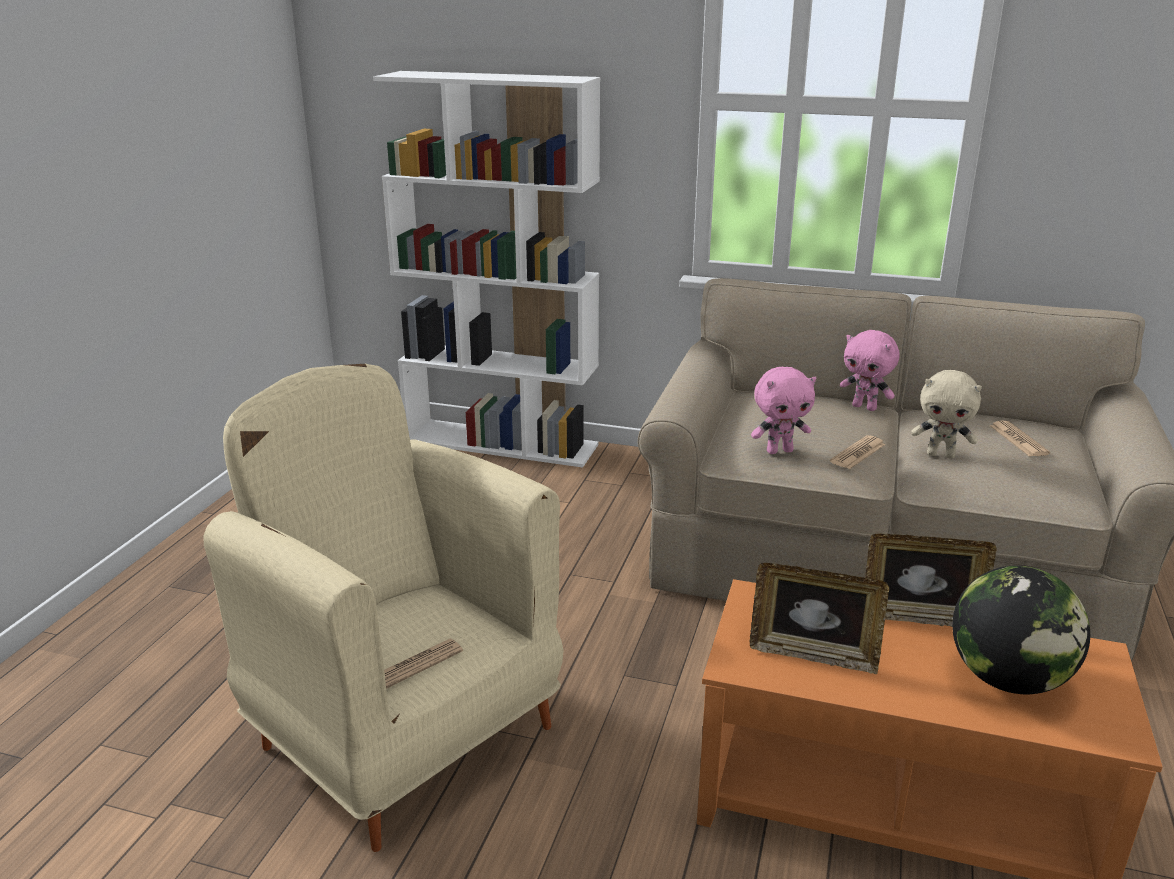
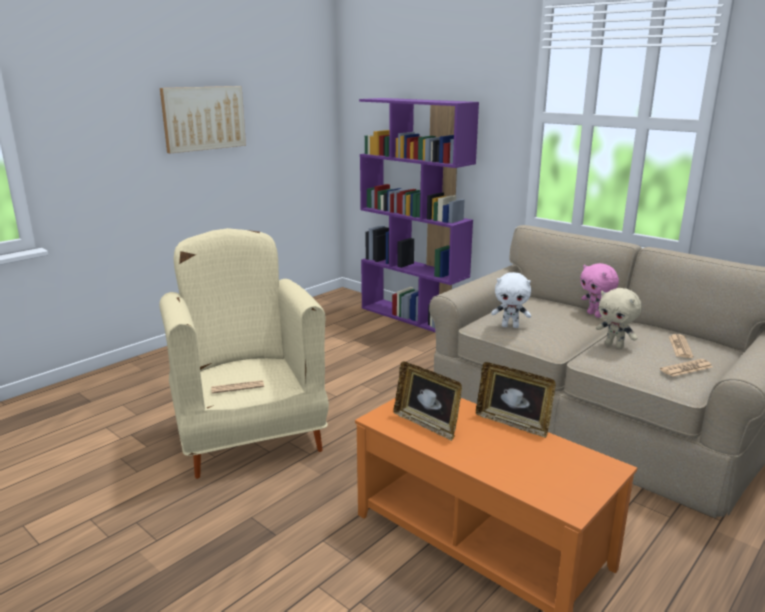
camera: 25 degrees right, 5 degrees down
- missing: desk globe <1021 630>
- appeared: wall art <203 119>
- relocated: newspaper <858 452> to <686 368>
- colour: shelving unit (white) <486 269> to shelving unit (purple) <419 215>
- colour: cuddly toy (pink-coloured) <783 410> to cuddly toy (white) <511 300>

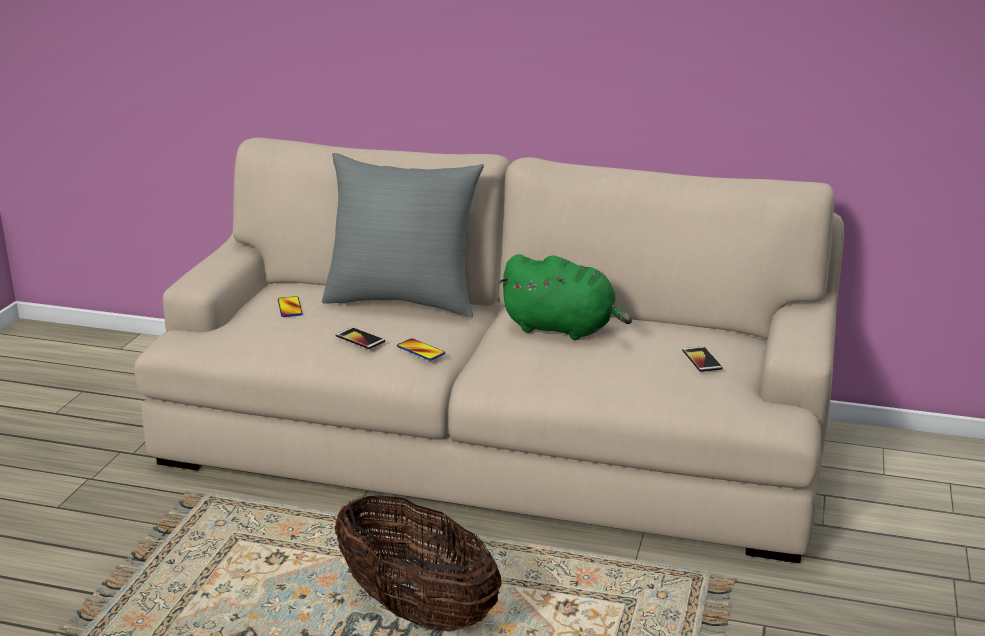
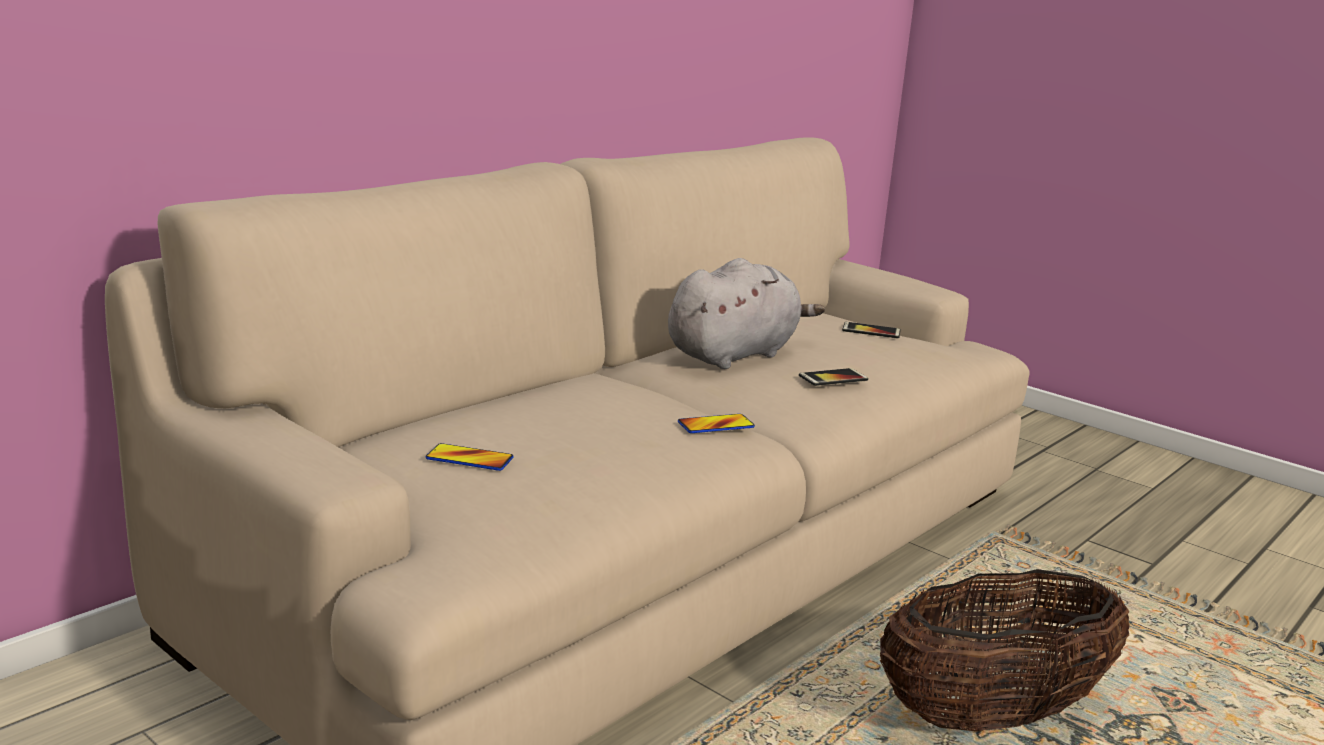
camera: 65 degrees left, 5 degrees down
- missing: cushion (greyish) <403 235>
- relocated: telephone <360 338> to <833 377>
- colour: cuddly toy (greenish) <565 297> to cuddly toy (greyish) <746 313>

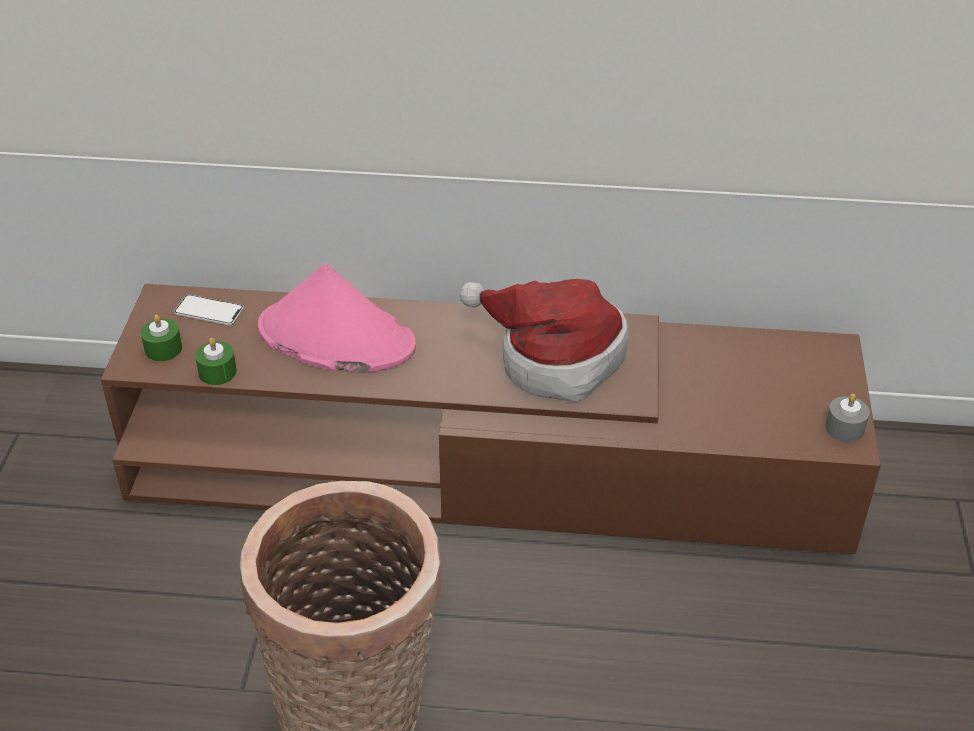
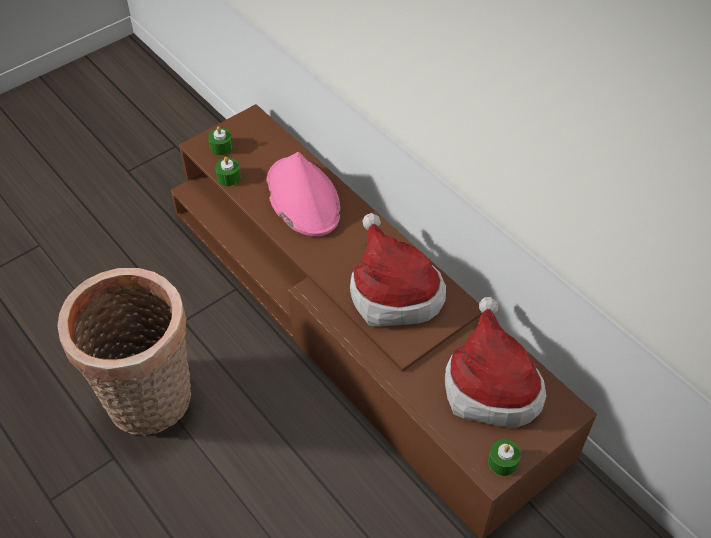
camera: 45 degrees right, 10 degrees up
- missing: telephone <209 310>
- appeared: clothing hat <495 362>
- colour: wax candle (greyish) <847 418> to wax candle (greenish) <504 457>

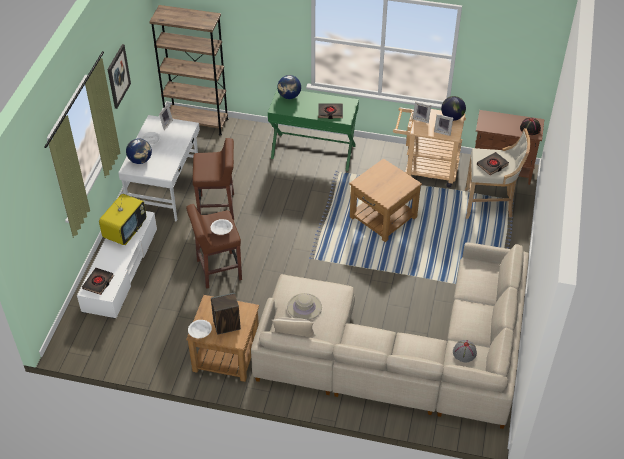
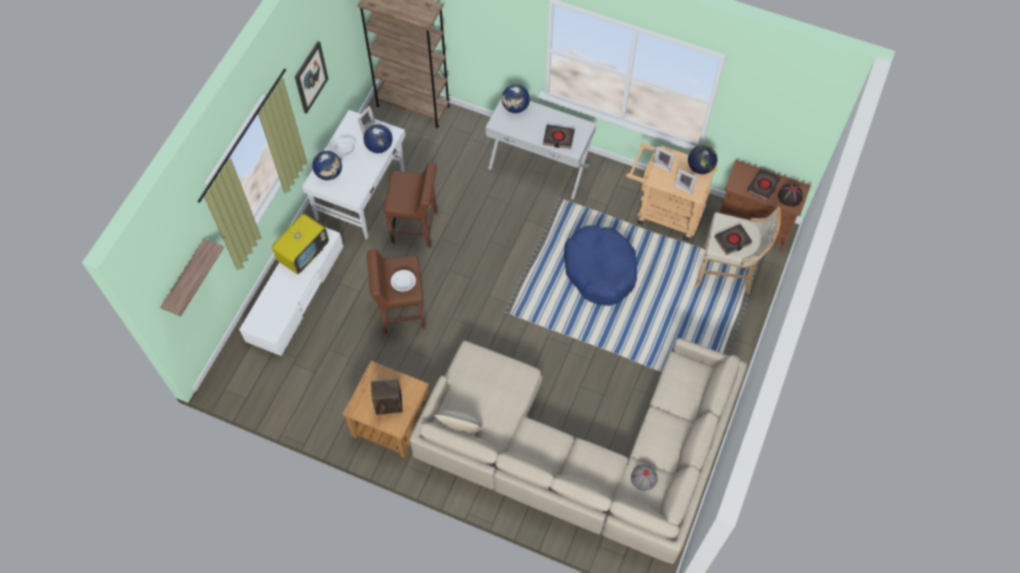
camera: 10 degrees right, 15 degrees up
- missing: serving bowl (white) <200 329>
- missing: clothing hat (beige-coloured) <304 306>
- appeared: shelf <192 277>
- appeared: desk globe <378 138>
- relocated: book (black-coloured) <98 281> to <764 185>
- exchanged: side table (brown) <385 200> to dog cushion (bluish) <600 265>
- colour: narrow table (greenish) <313 129> to narrow table (white) <541 148>

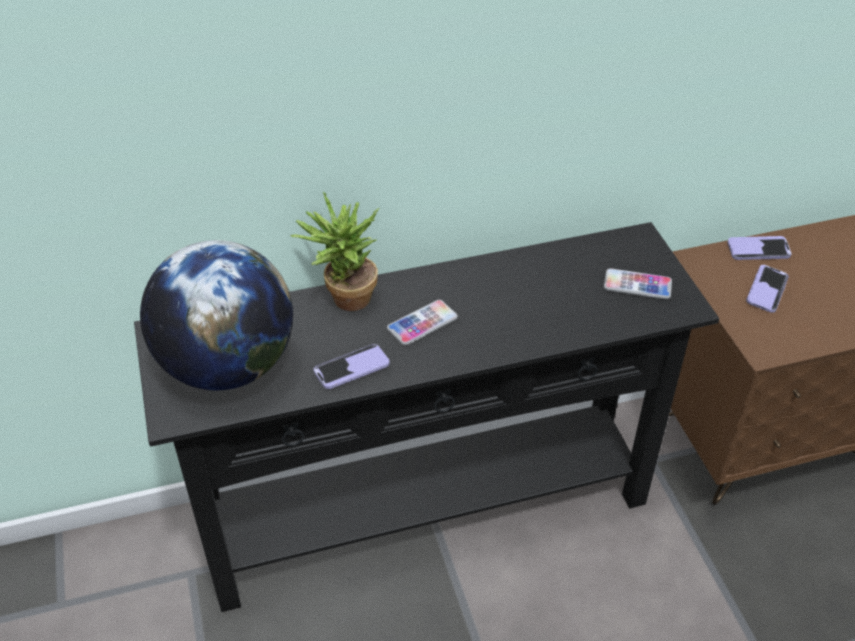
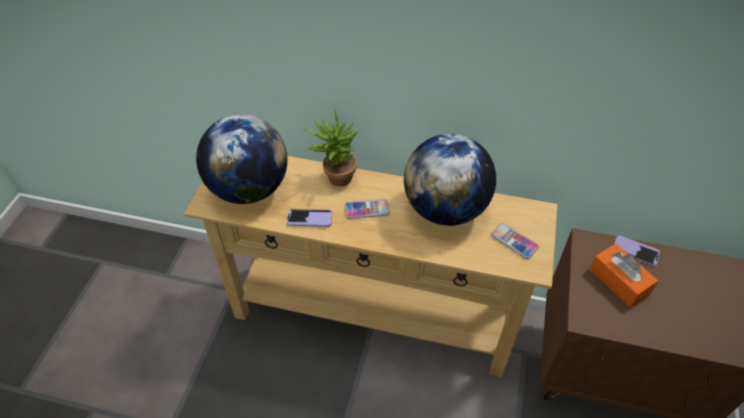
camera: 30 degrees right, 5 degrees up
- appeared: desk globe <450 180>
- exchanged: telephone <767 289> to tissue holder (orangey) <624 275>
- colour: narrow table (black-coloured) <426 417> to narrow table (beige-coloured) <371 266>

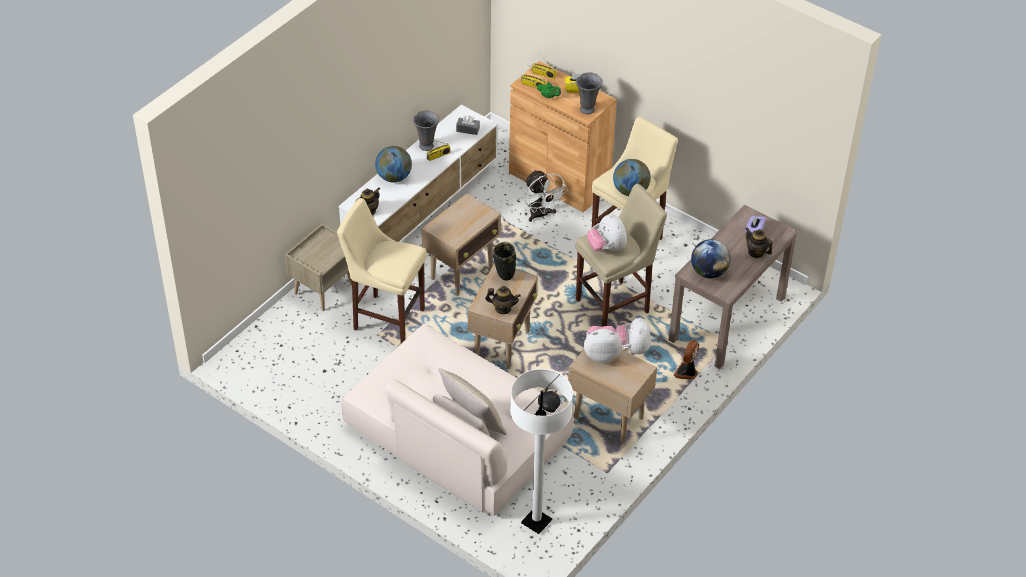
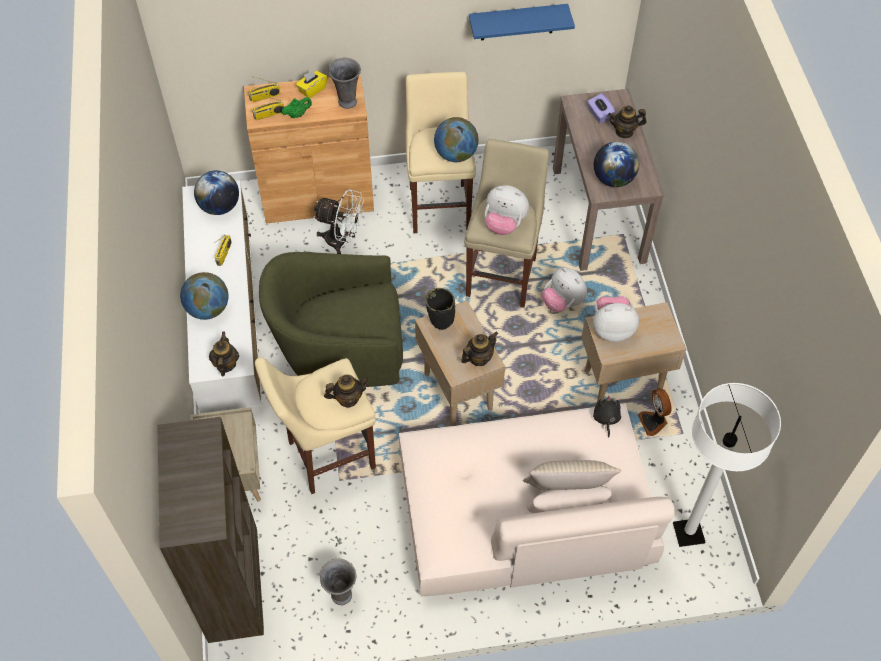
camera: 45 degrees left, 10 degrees up
- appeared: shelving unit (brown) <210 530>
- appeared: pot for tea <346 391>
- appeared: shelf (bluish) <522 22>
- relocated: vase (greyish) <426 130> to <338 582>
- relocated: cooling fan <686 359> to <655 412>
- exchanged: side table (beige-coloured) <461 244> to lounge chair (greenish) <331 319>
- exchanged: tissue holder (greyish) <468 125> to desk globe <216 193>
- spun: cuddly toy <603 344> = <616 319> 45 degrees clockwise

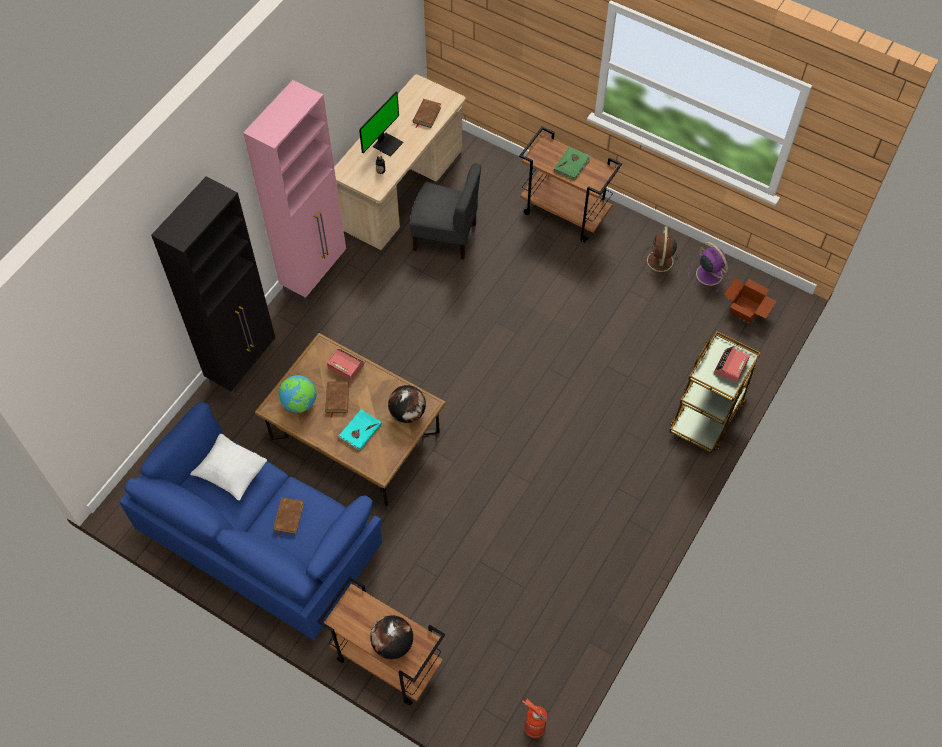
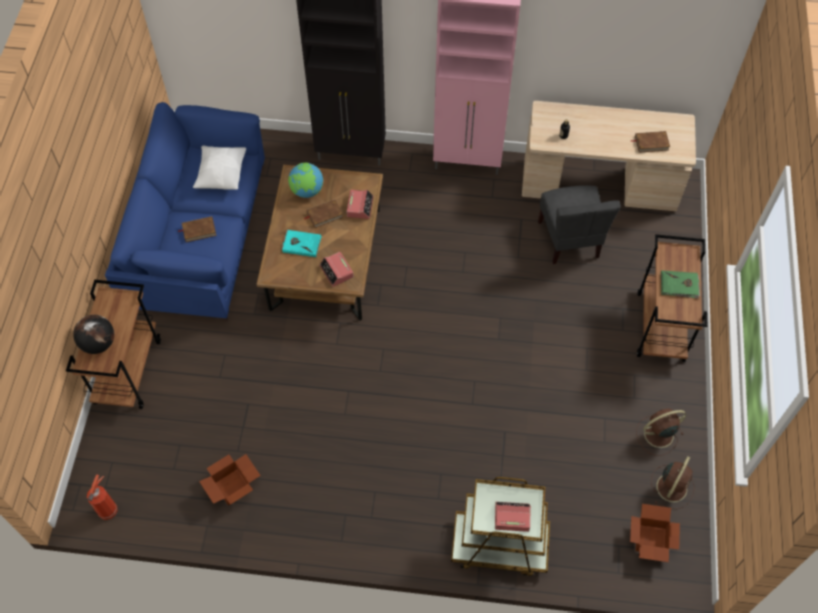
camera: 65 degrees right, 0 degrees up
- missing: monitor <381 124>
- appeared: carton <230 480>
- exchanged: desk globe <407 404> to bedside clock <336 269>
- colour: cooling fan (purple) <708 267> to cooling fan (brown) <673 482>

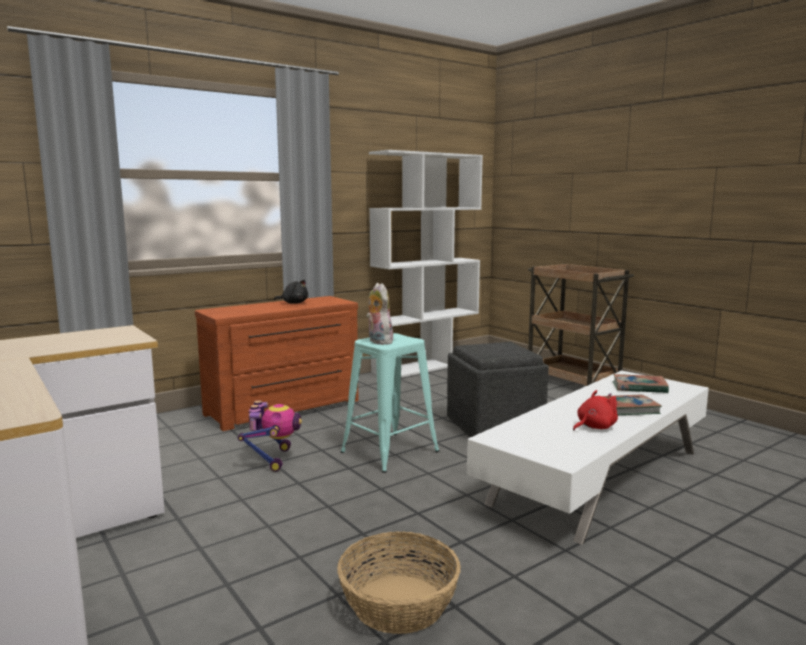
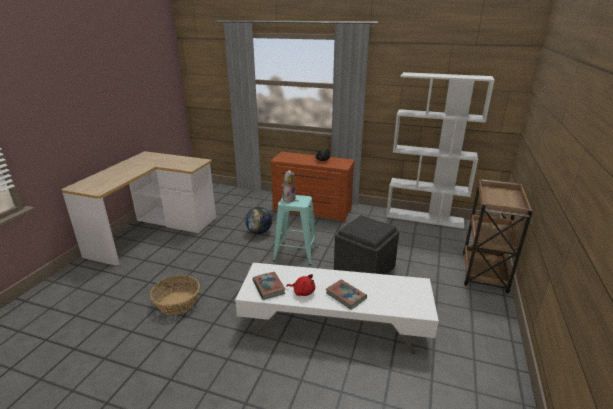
camera: 55 degrees right, 15 degrees up
- relocated: book <641 383> to <269 286>
- exchanged: toy robot <270 436> to desk globe <258 220>

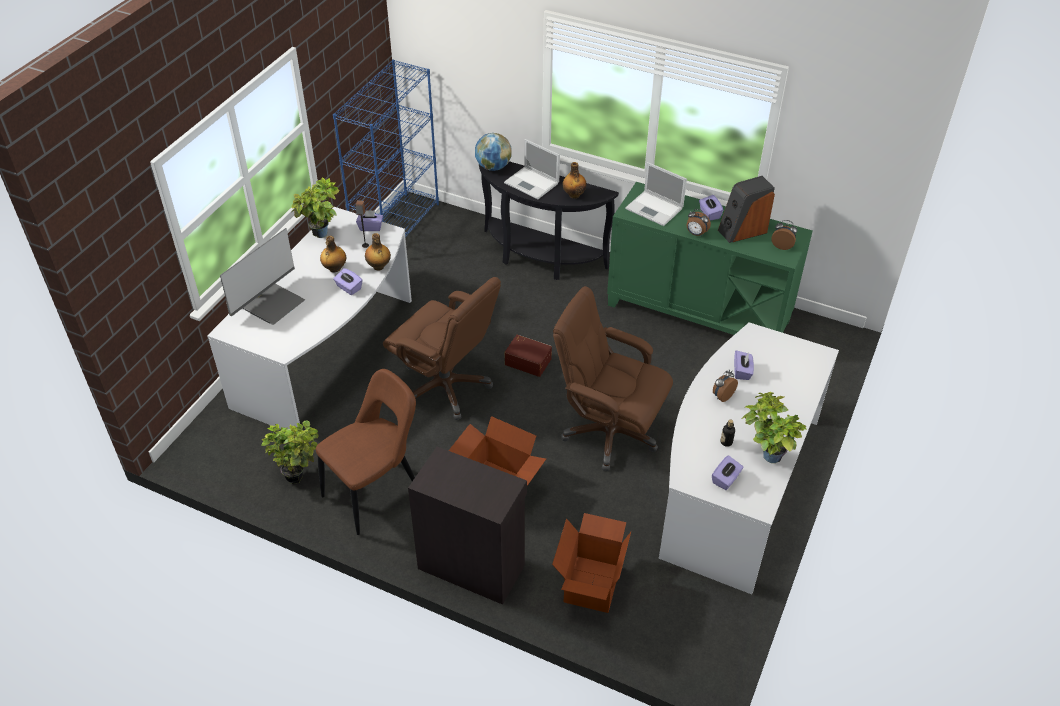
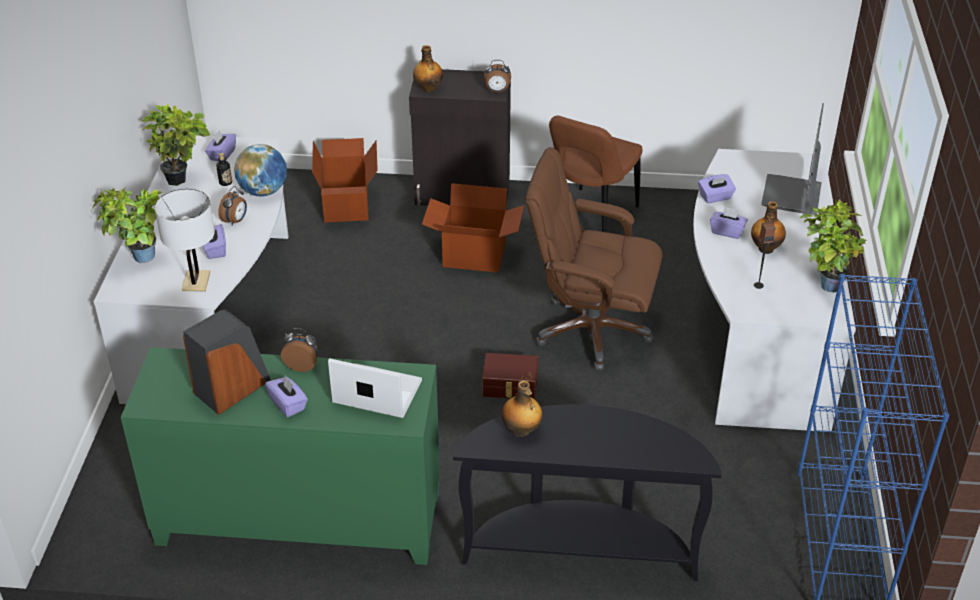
camera: 160 degrees right, 5 degrees down
- missing: laptop <532 169>
- missing: office chair (brown) <613 378>
- appeared: table lamp (white) <184 240>
- relocated: houseplant <290 452> to <127 225>
- relocated: tissue holder (purple) <369 220> to <717 188>
- relocated: drink bottle <378 251> to <428 69>
- relocated: desk globe <493 152> to <260 170>
- relocated: bedside clock <784 235> to <497 76>

